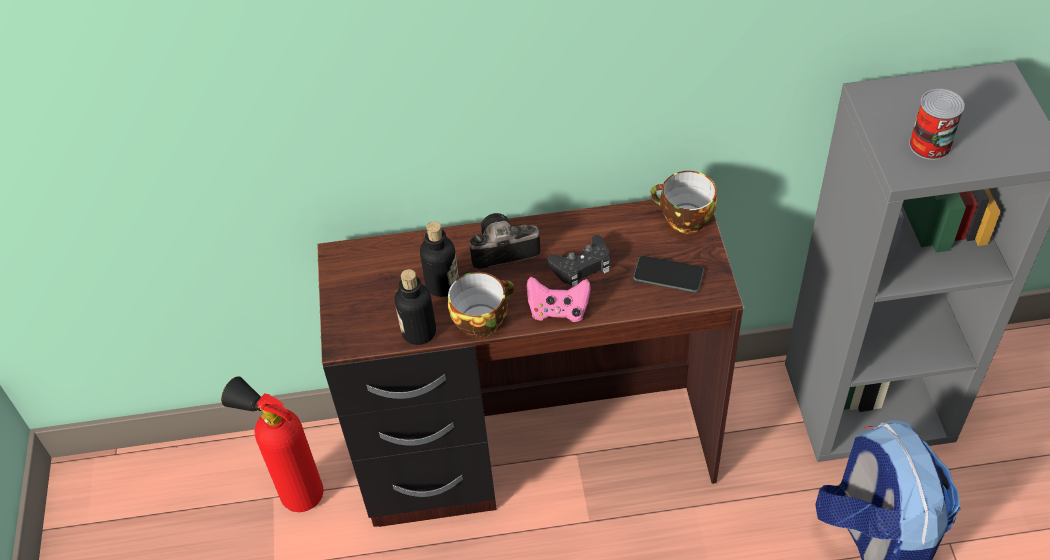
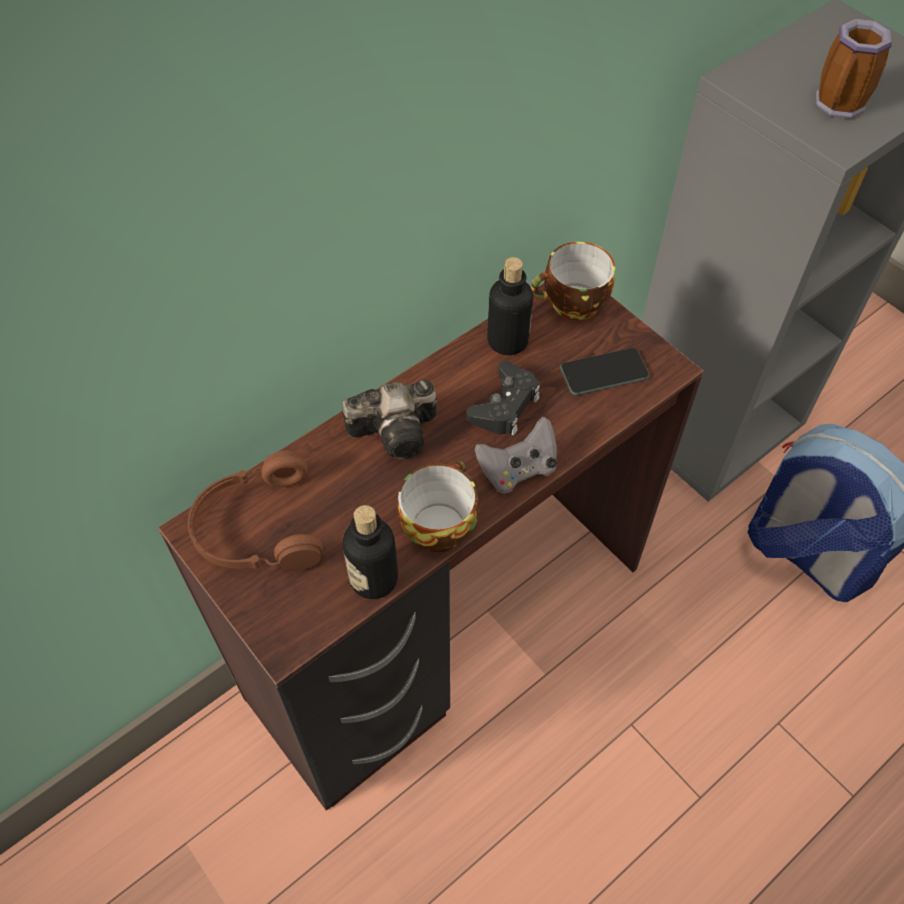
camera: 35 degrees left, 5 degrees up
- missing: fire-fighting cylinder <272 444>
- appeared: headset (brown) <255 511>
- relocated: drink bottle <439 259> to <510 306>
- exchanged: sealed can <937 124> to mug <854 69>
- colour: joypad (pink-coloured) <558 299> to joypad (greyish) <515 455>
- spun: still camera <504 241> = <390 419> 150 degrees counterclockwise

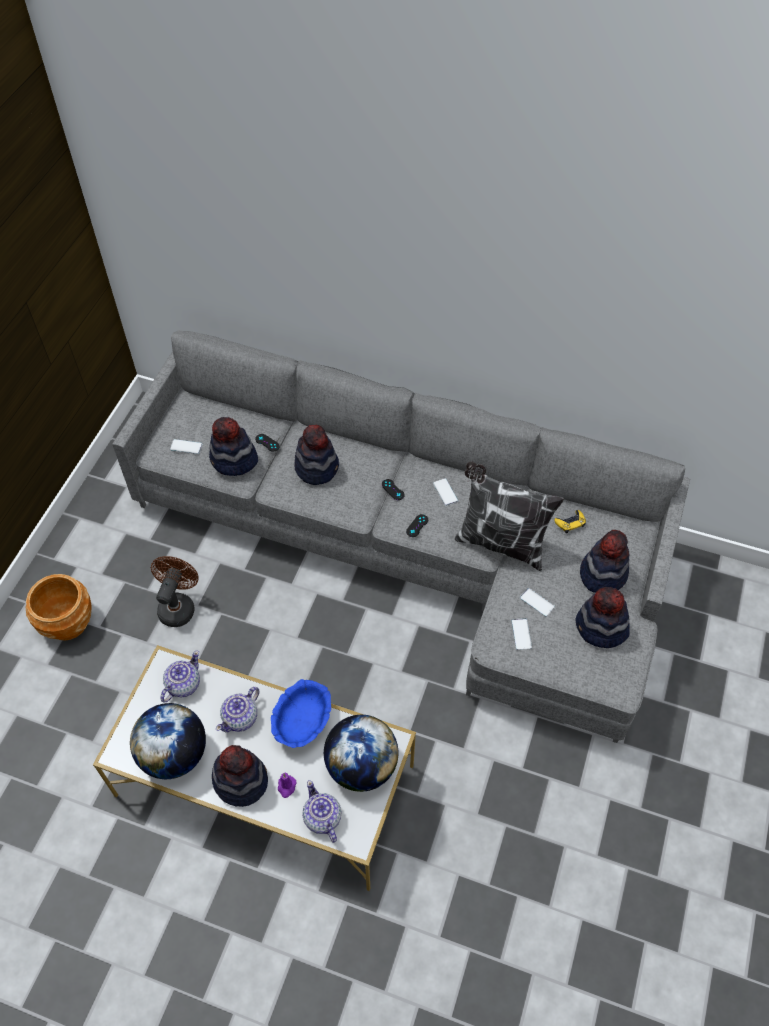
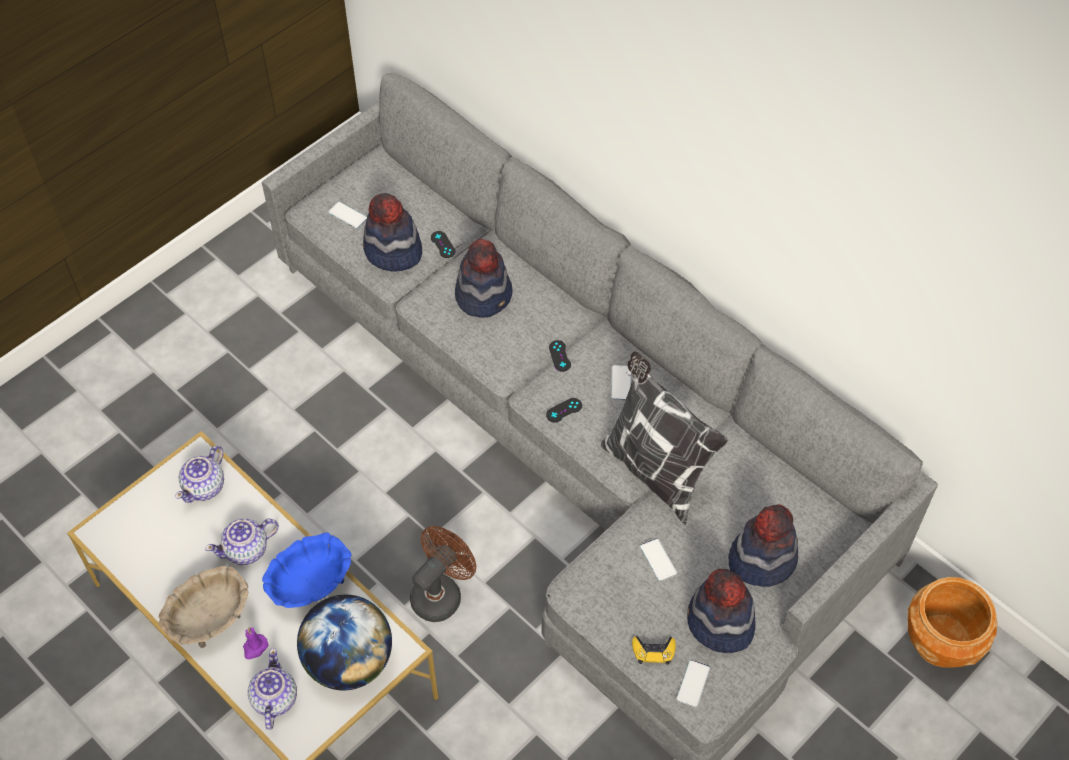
camera: 25 degrees right, 0 degrees up
- missing: desk globe <168 741>
- relocated: flower pot (brown) <59 607> to <953 622>
- relocated: cooling fan (brown) <175 591> to <443 574>
- relocated: telephone <522 634> to <693 684>
- relocated: joypad (yellow-coloured) <570 521> to <654 650>
- exchanged: clothing hat <240 776> to serving bowl (beige-coloured) <203 606>
- spun: pot for tea <180 677> = <199 474> 150 degrees clockwise

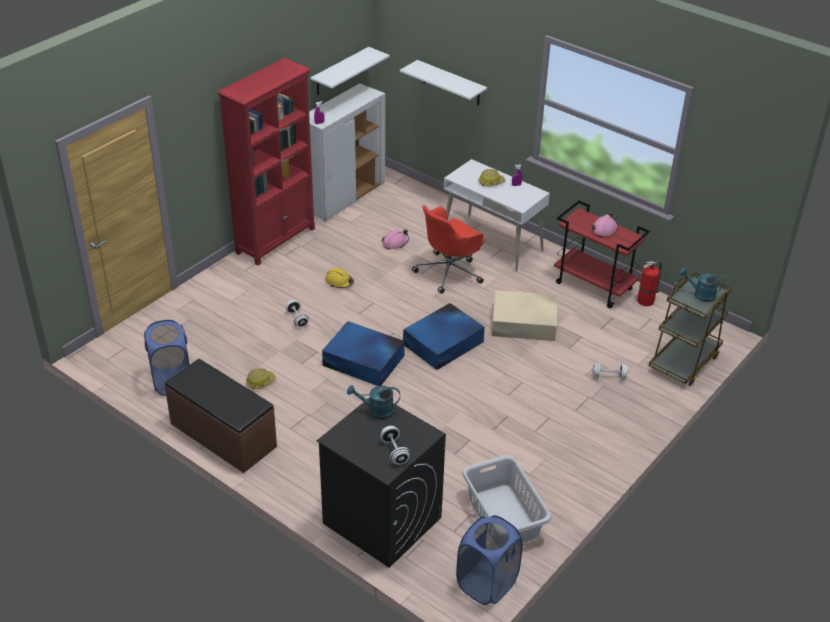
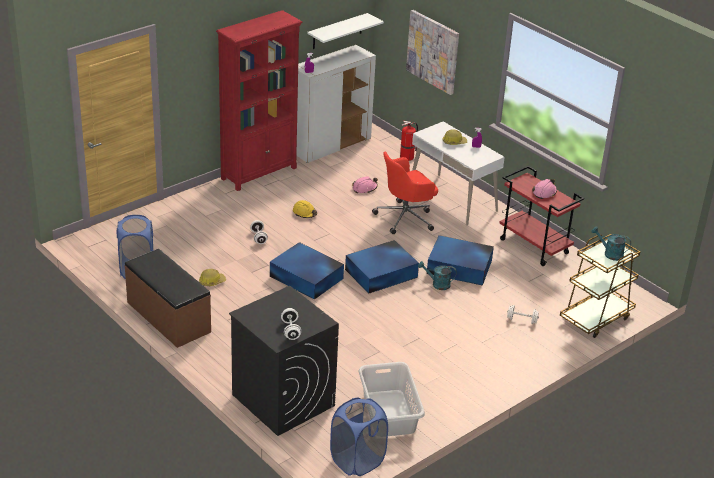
camera: 10 degrees right, 5 degrees down
- relocated: watering pot (blue-green) <373 402> to <437 275>
- relocated: fire-fighting cylinder <649 283> to <409 141>
- exchanged: shelf (white) <443 83> to wall art <432 52>
- colour: storage bin (beige-coloured) <524 315> to storage bin (bluish) <460 260>

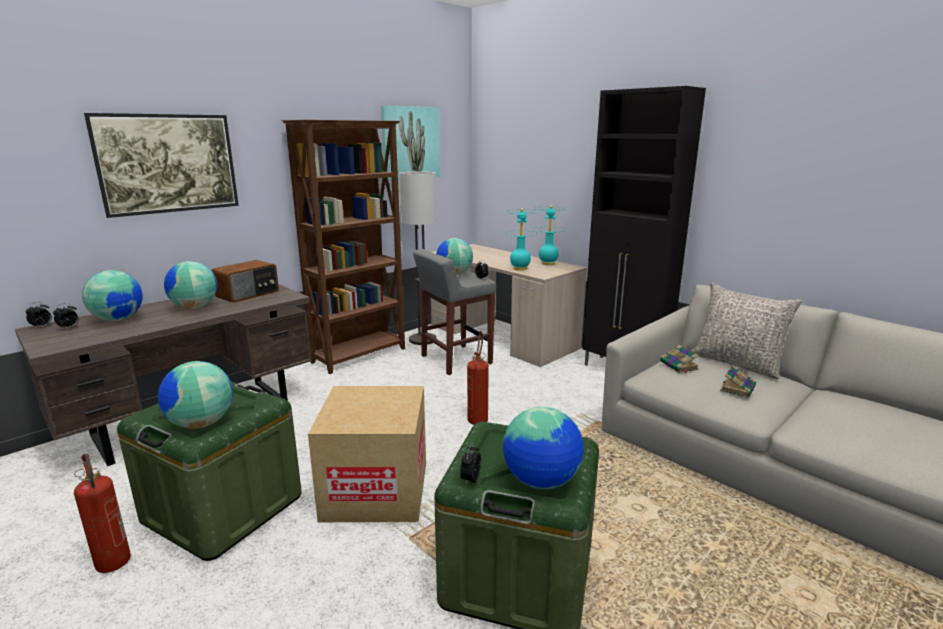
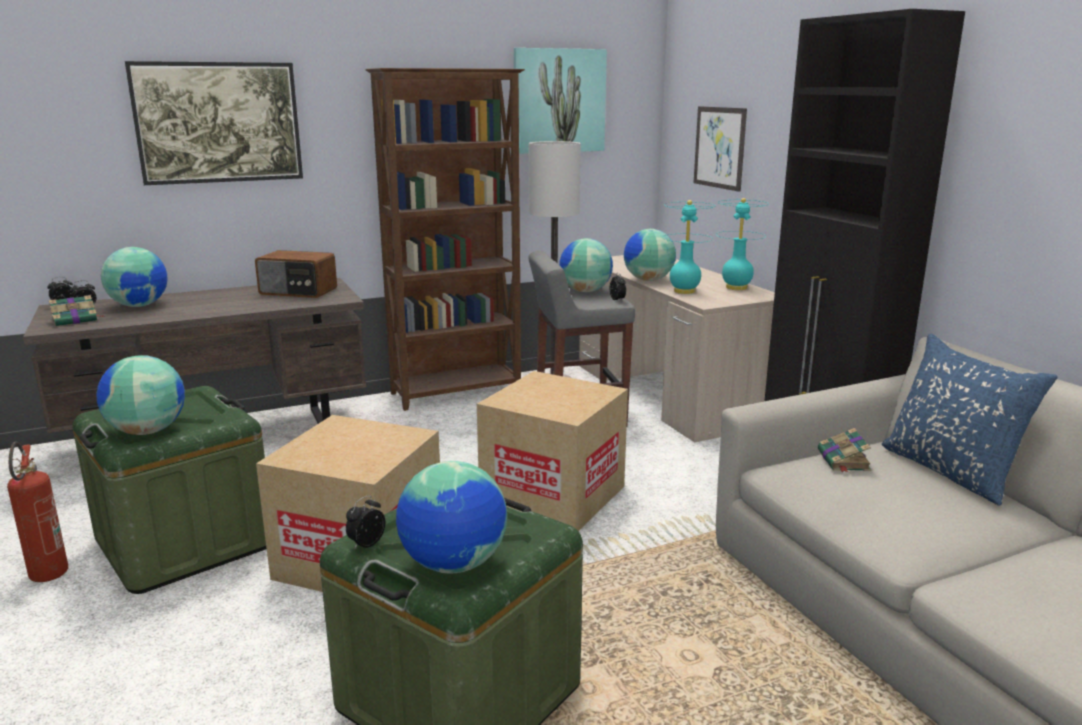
camera: 20 degrees right, 0 degrees up
- appeared: wall art <720 149>
- relocated: desk globe <190 285> to <650 255>
- relocated: book <738 381> to <77 311>
- exchanged: fire-fighting cylinder <478 378> to carton <552 451>
- colour: cushion (greyish) <746 330> to cushion (bluish) <970 420>
- spun: radio receiver <245 281> = <296 274> 45 degrees clockwise

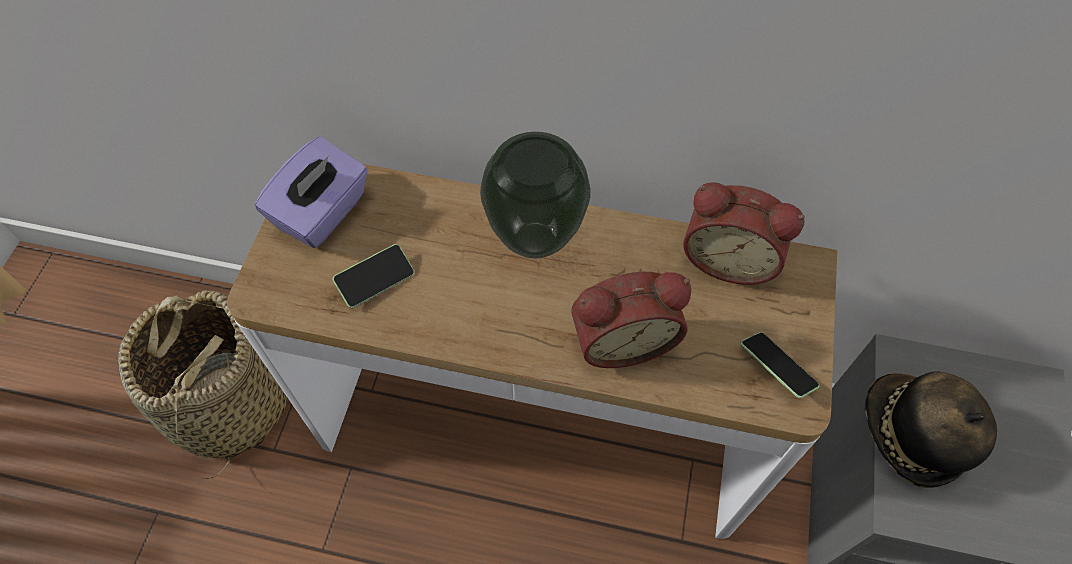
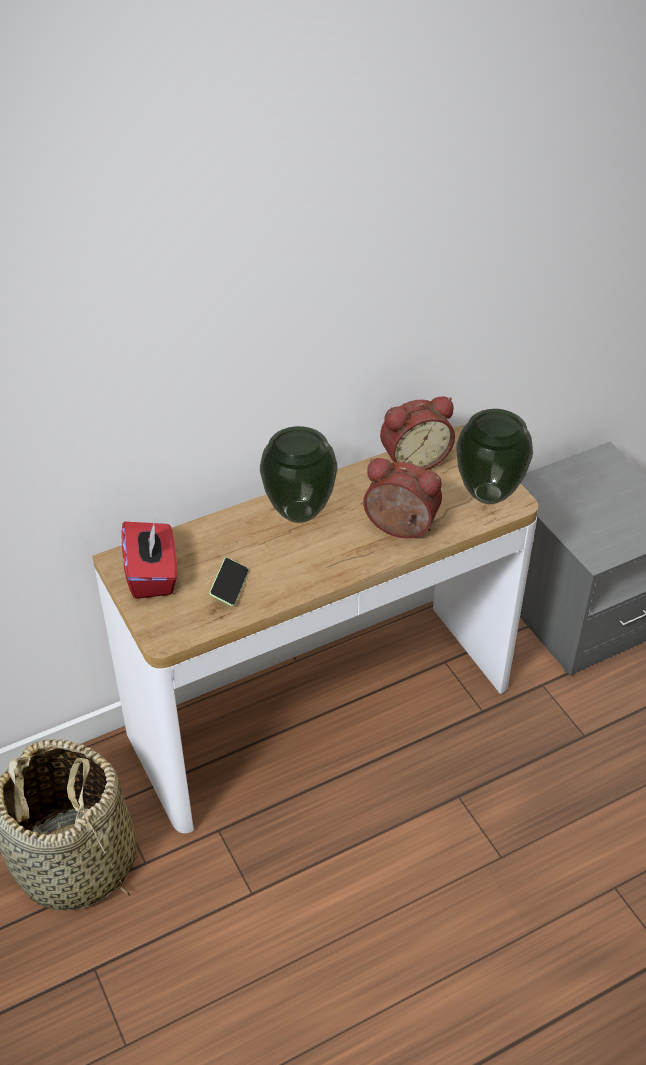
camera: 40 degrees left, 15 degrees down
- missing: clothing hat <931 429>
- exchanged: telephone <780 365> to vase <494 456>
- colour: tissue holder (purple) <311 192> to tissue holder (reddish) <149 560>
- spun: bedside clock <631 320> = <402 498> 105 degrees counterclockwise

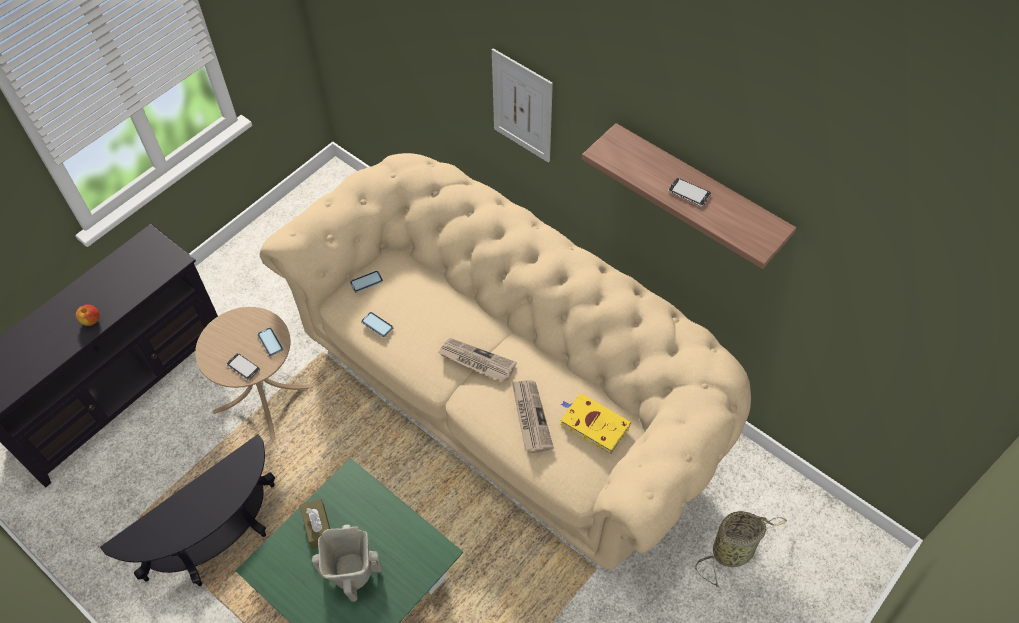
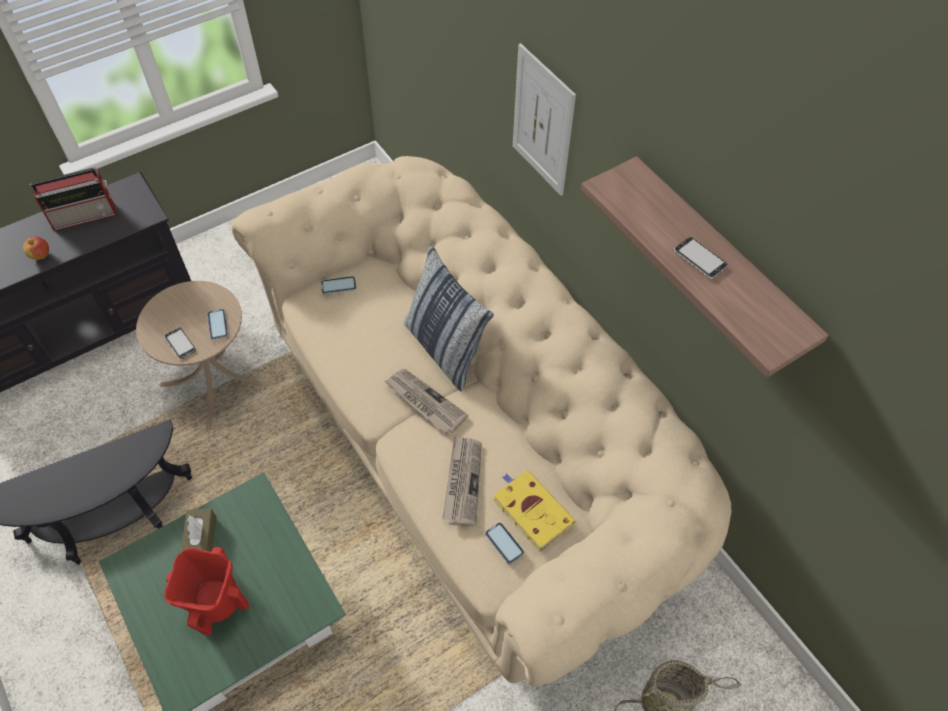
camera: 15 degrees right, 0 degrees up
- appeared: radio receiver <73 199>
- appeared: cushion <449 317>
- relocated: telephone <377 324> to <504 543>
- colour: vase (beige-coloured) <347 563> to vase (reddish) <206 591>

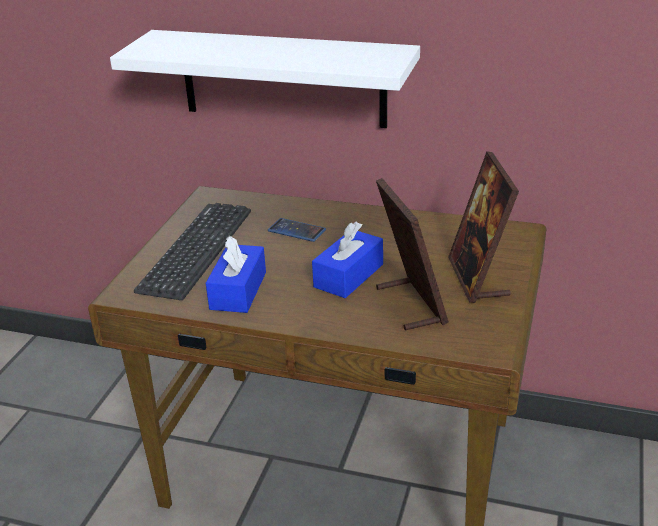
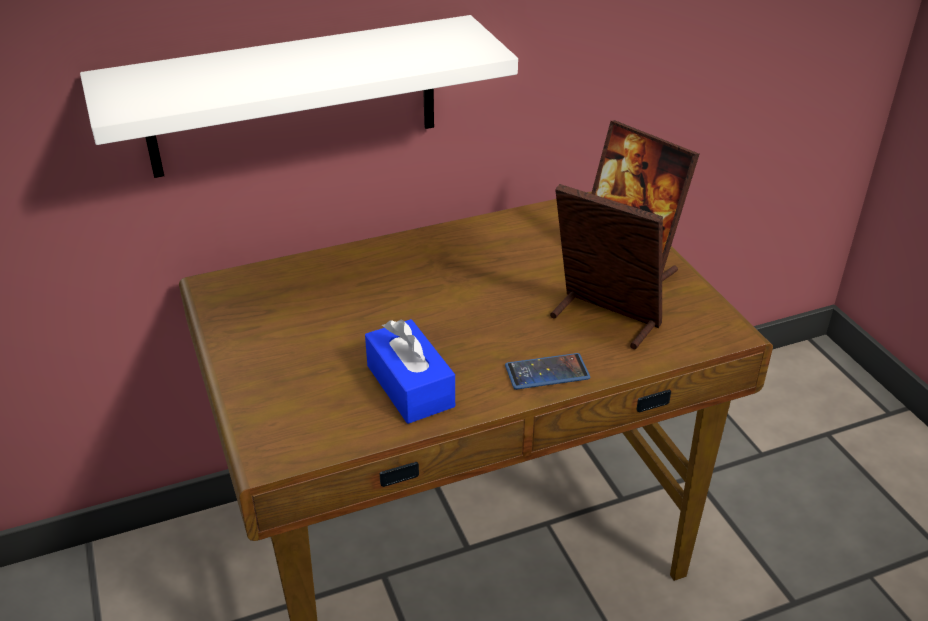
camera: 40 degrees left, 5 degrees up
- missing: computer keyboard <192 251>
- missing: tissue holder (bluish) <347 260>
- relocated: telephone <297 230> to <547 371>

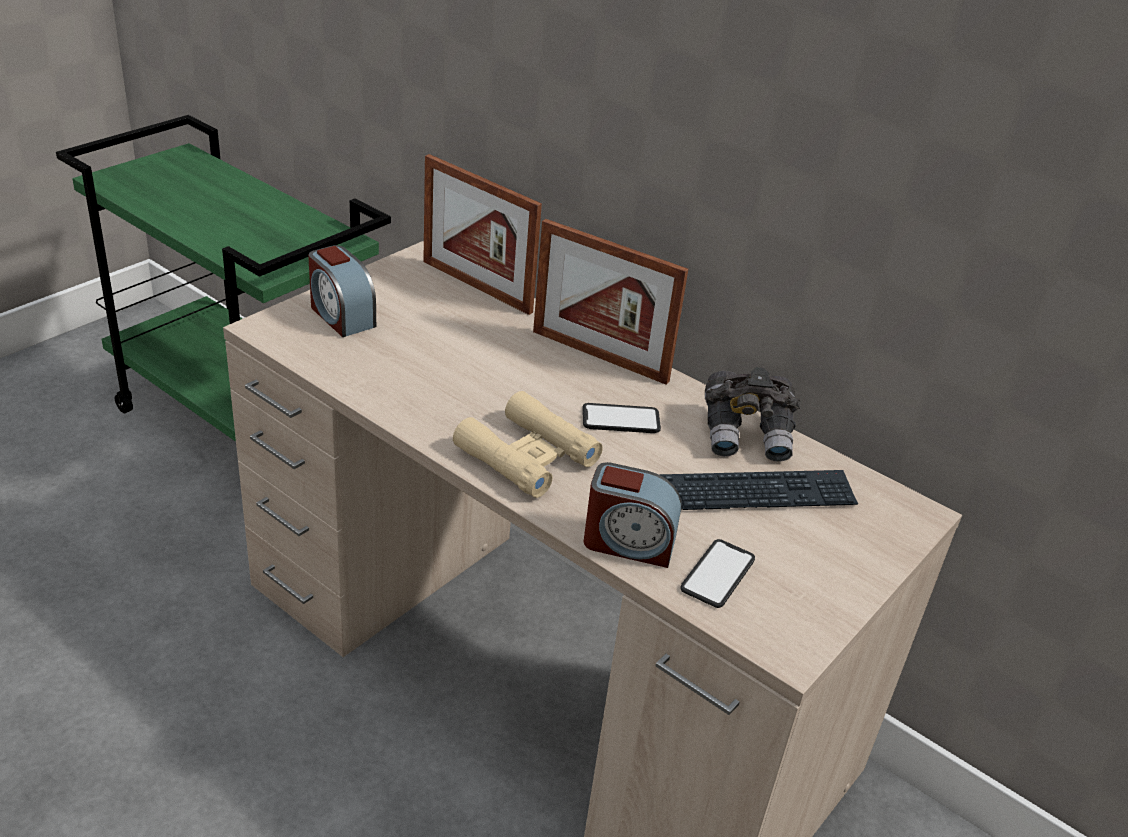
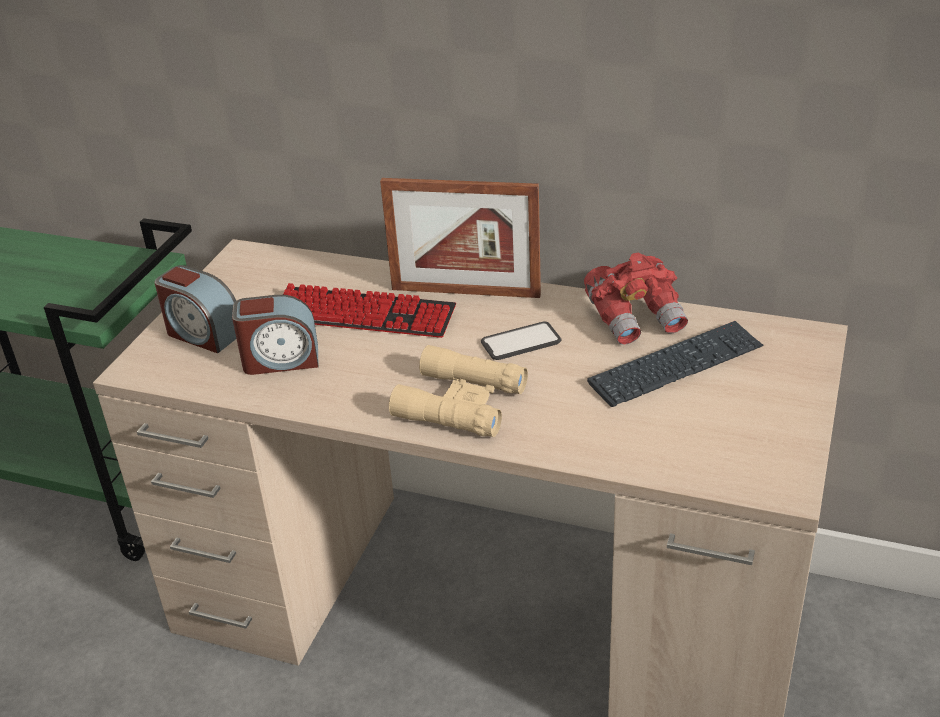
camera: 15 degrees left, 0 degrees up
- missing: standing frame <482 234>
- missing: telephone <717 573>
- appeared: computer keyboard <369 310>
- relocated: bedside clock <632 515> to <275 335>
- colour: field glasses (greyish) <753 414> to field glasses (reddish) <636 299>

